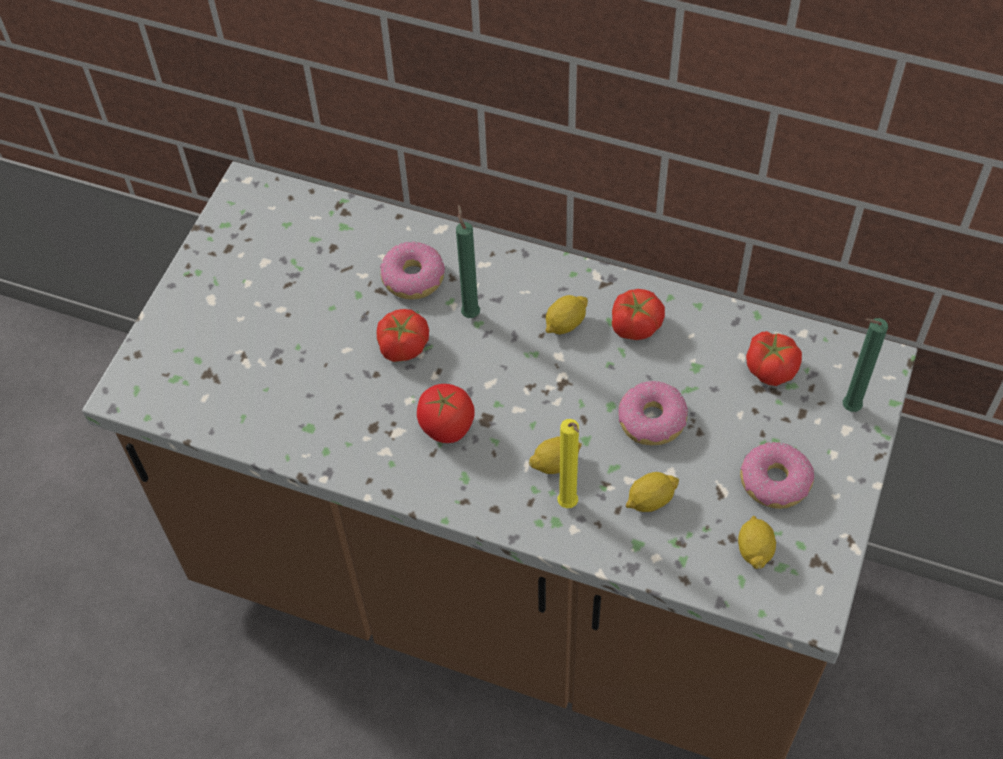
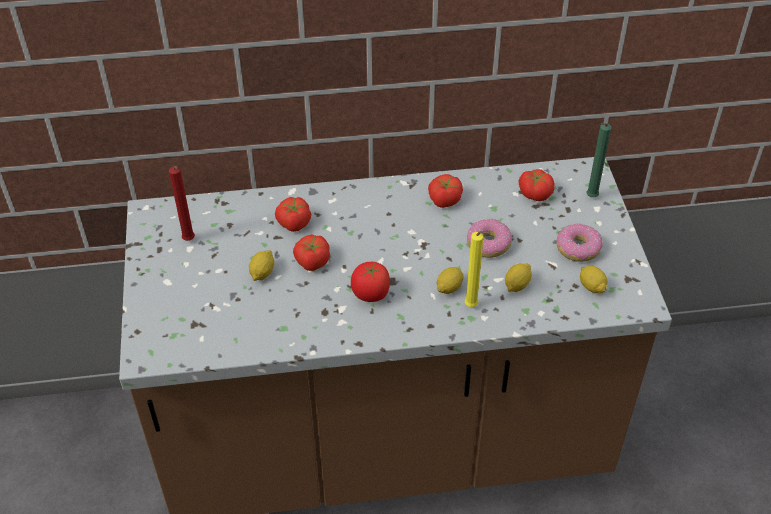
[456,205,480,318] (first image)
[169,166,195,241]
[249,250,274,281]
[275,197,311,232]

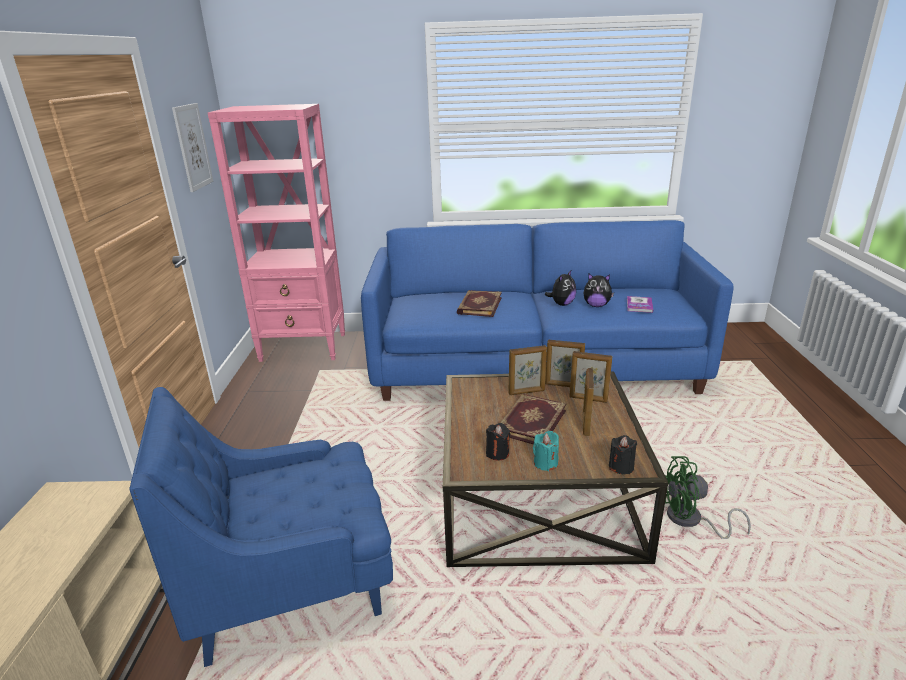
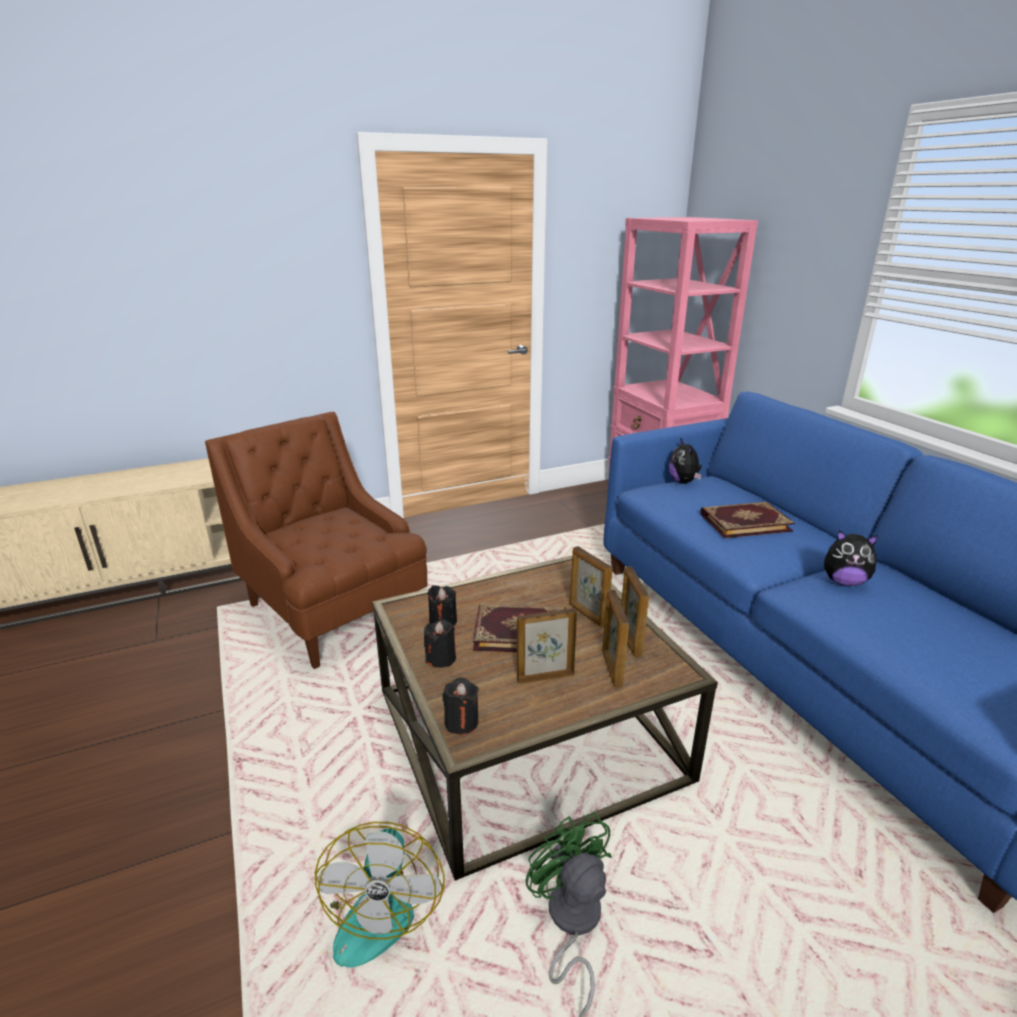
[172,103,213,192] (first image)
[627,296,653,313] (first image)
[315,822,445,968]
[669,437,702,484]
[205,412,427,669]
[424,619,456,668]

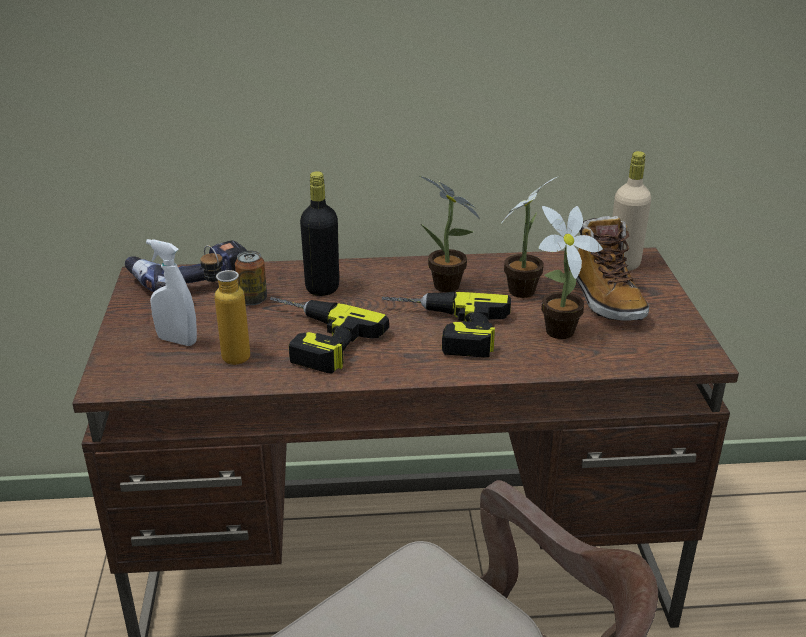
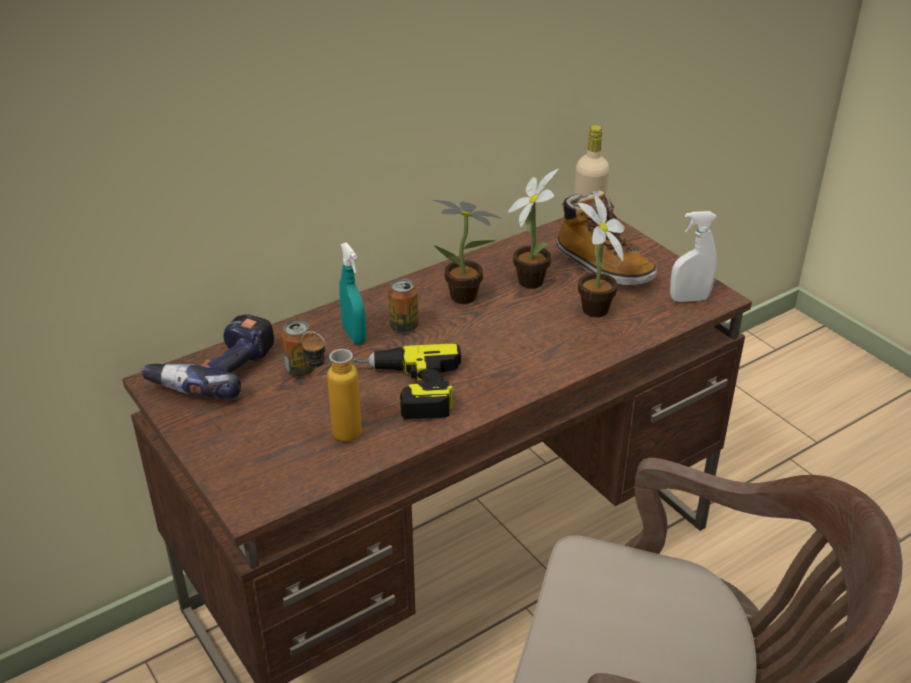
[382,291,511,357] (first image)
[388,278,419,333]
[670,211,717,302]
[339,242,366,344]

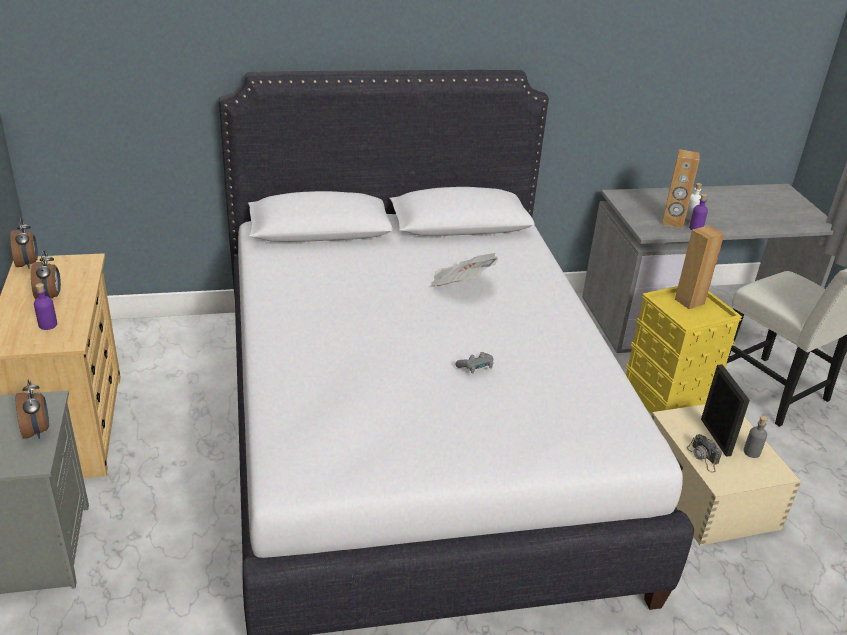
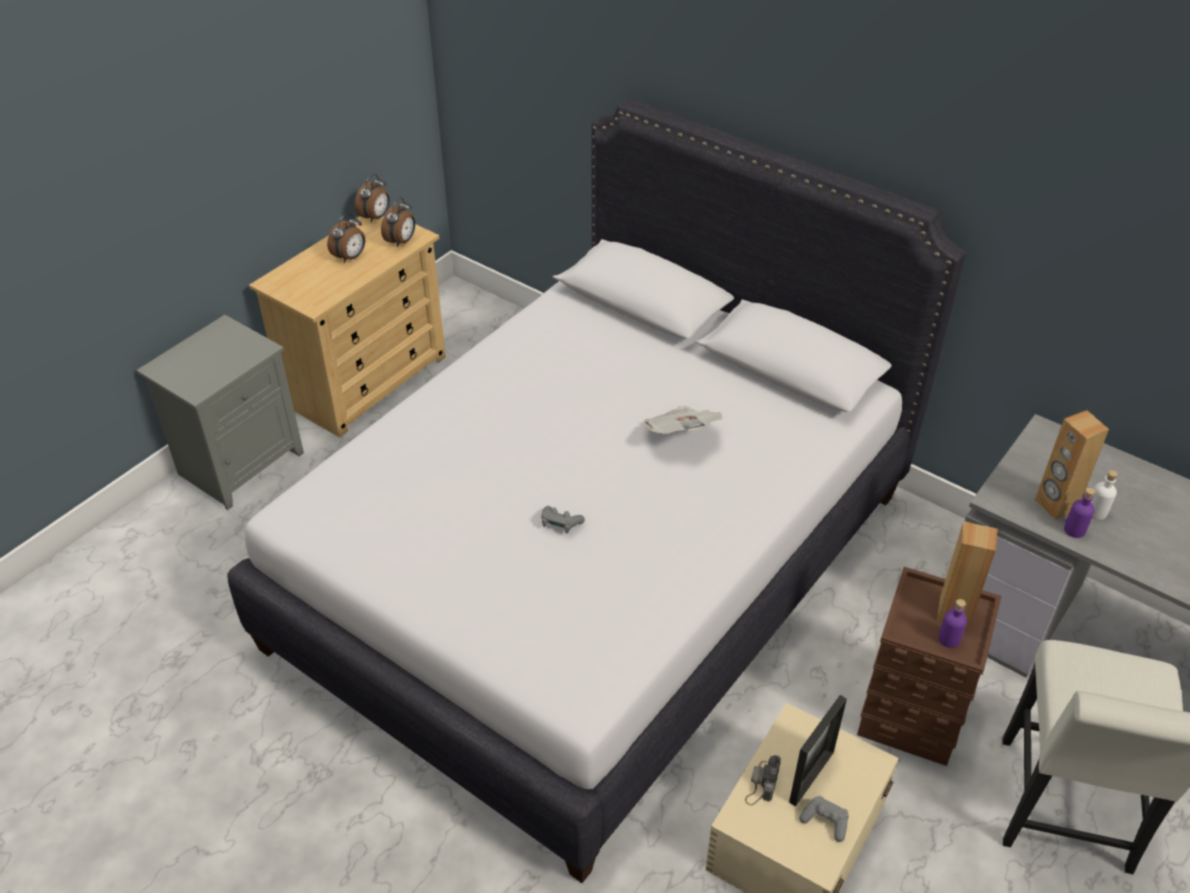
[381,197,415,247]
[938,599,967,648]
[799,796,849,842]
[857,567,1002,766]

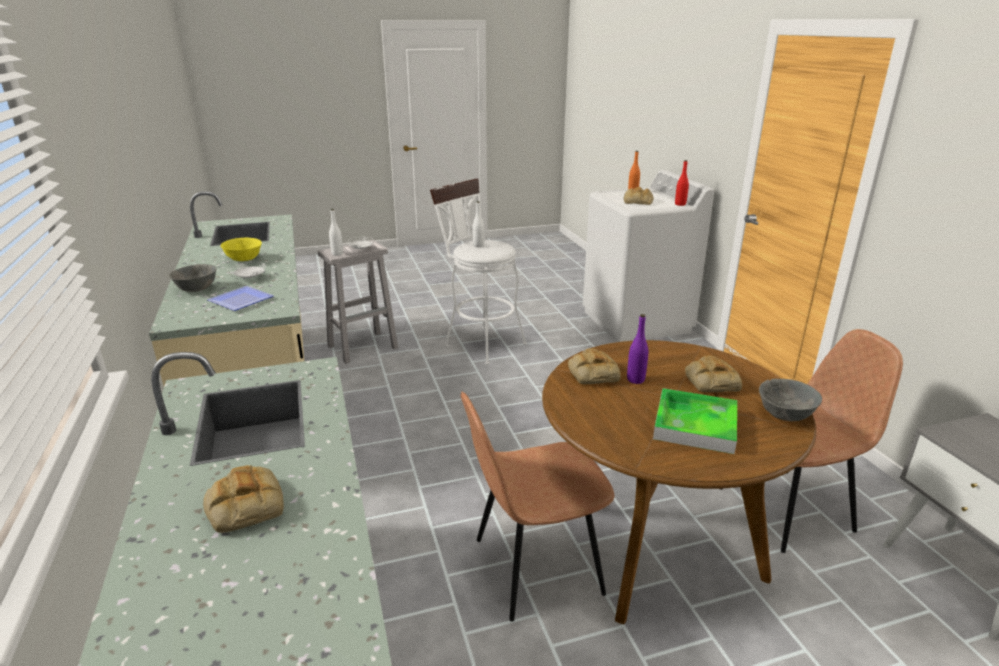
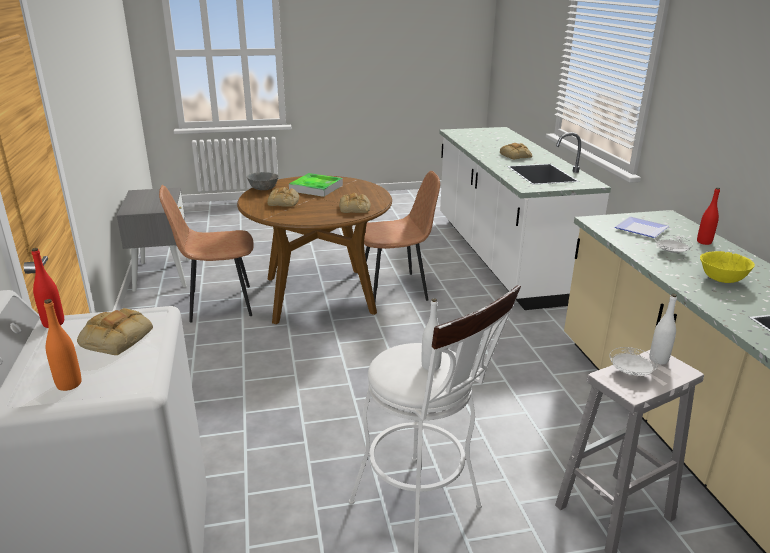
[627,314,648,384] (first image)
[697,187,720,245]

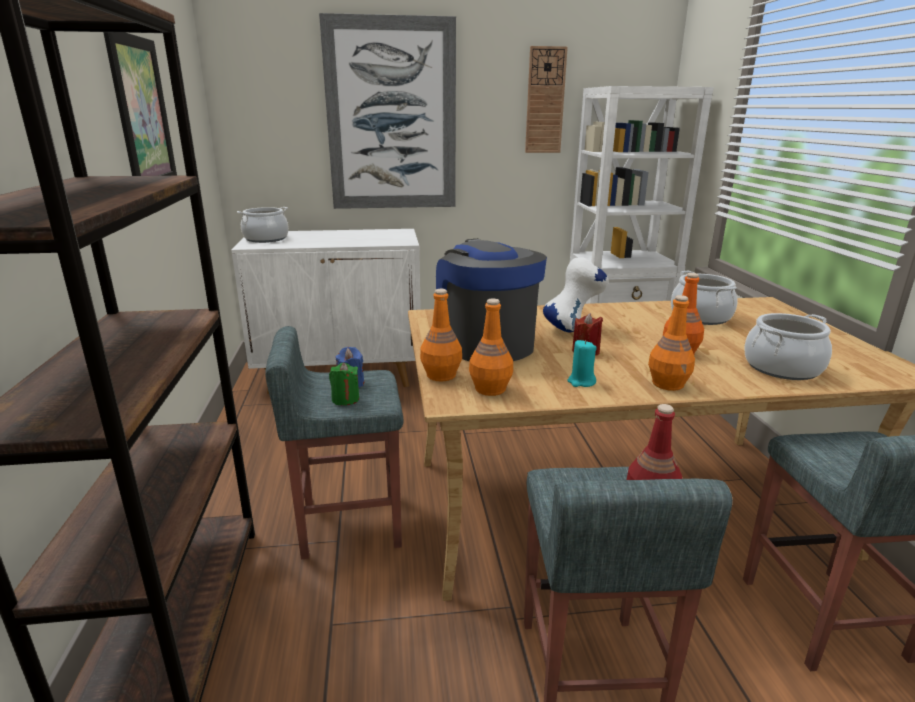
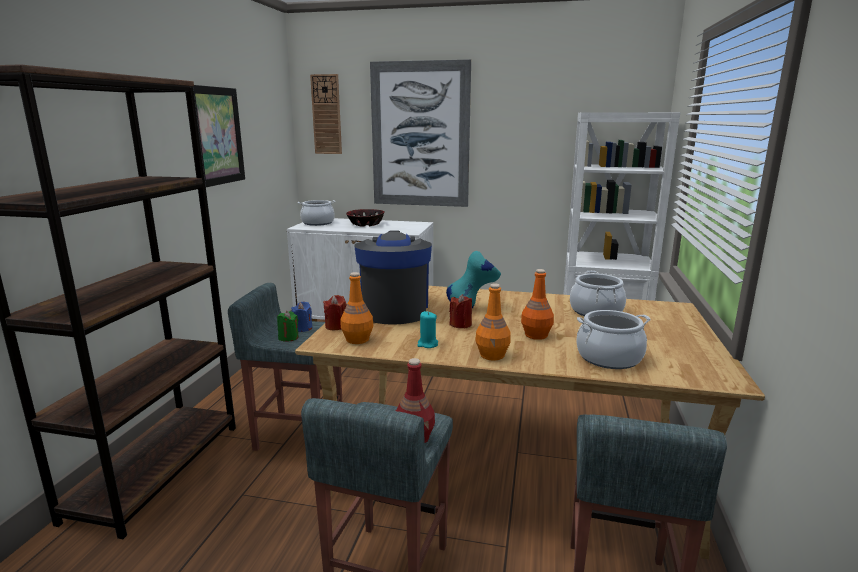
[346,209,385,227]
[310,74,342,154]
[323,295,347,330]
[446,251,501,308]

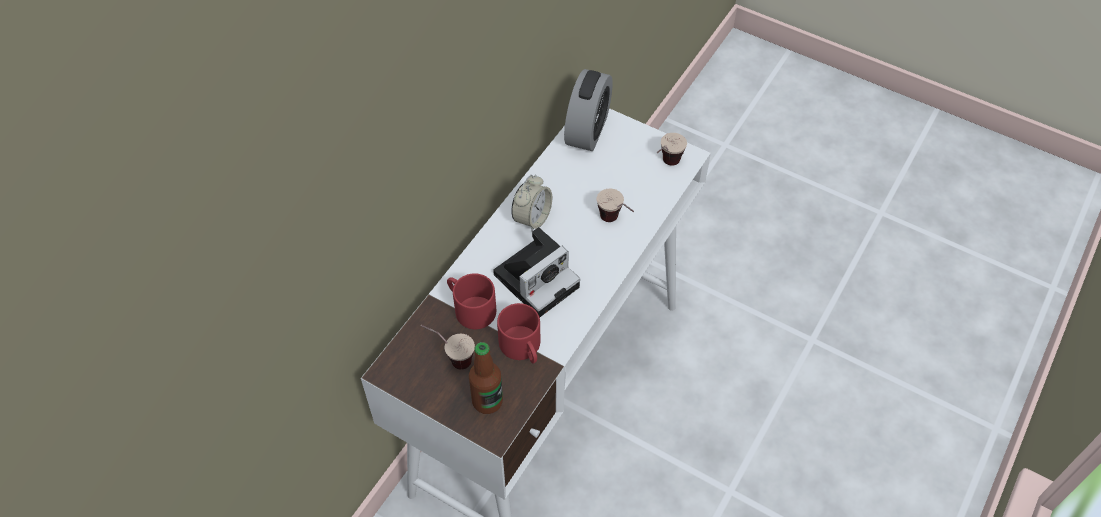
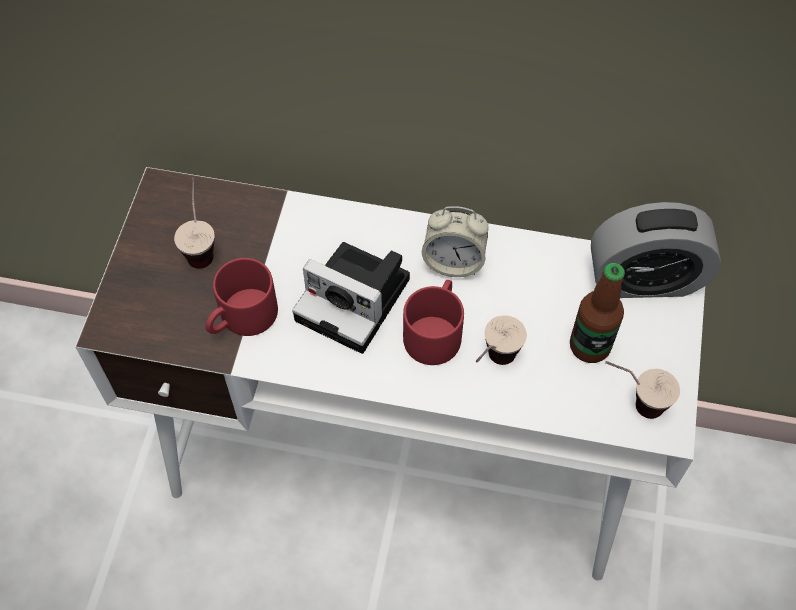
[403,280,464,365]
[570,263,625,363]

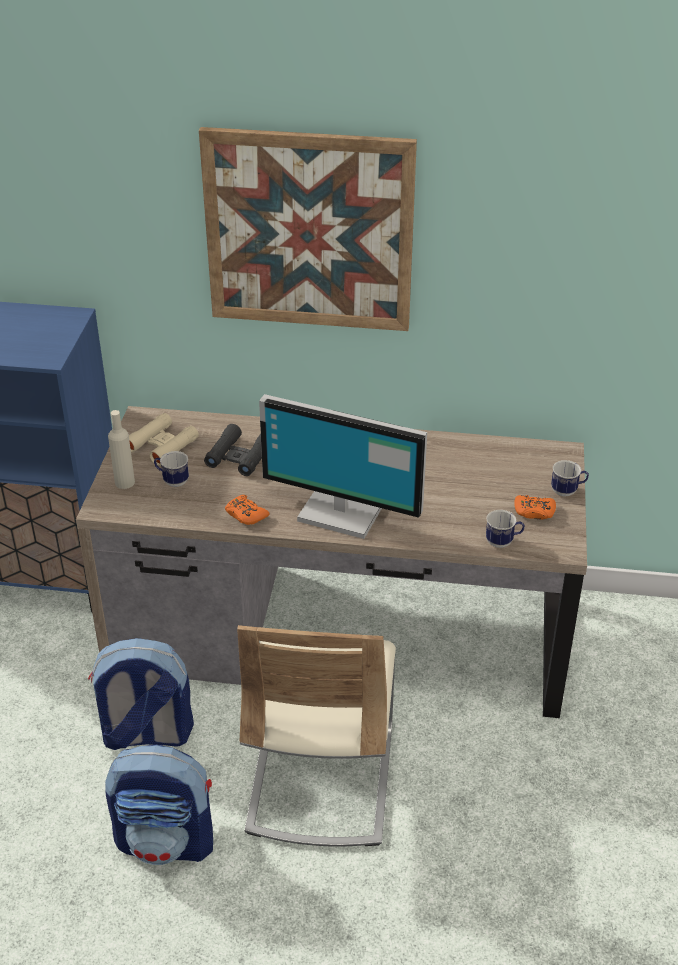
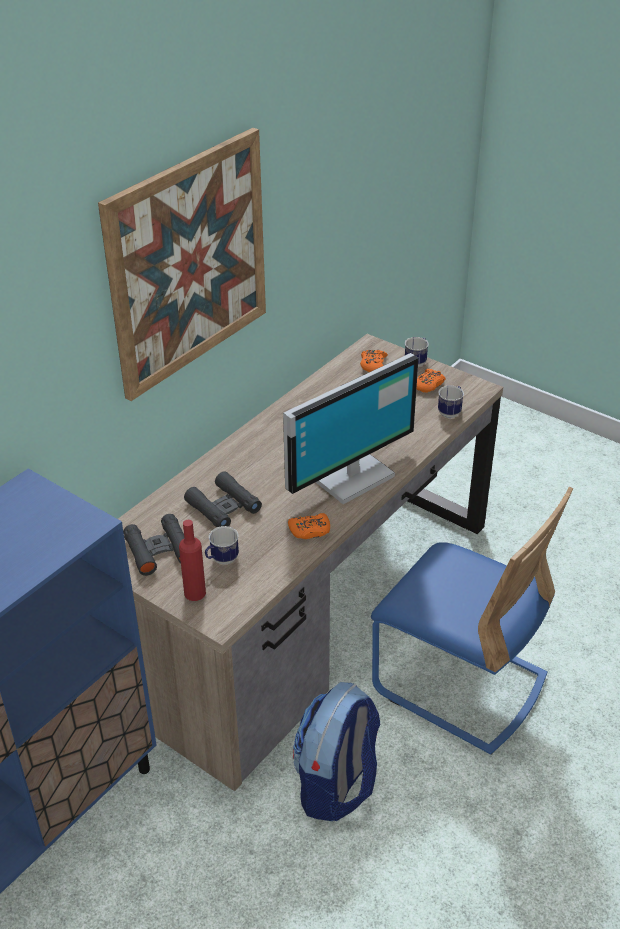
[105,745,213,865] (first image)
[360,350,388,372]
[179,520,206,601]
[123,514,184,576]
[371,487,573,754]

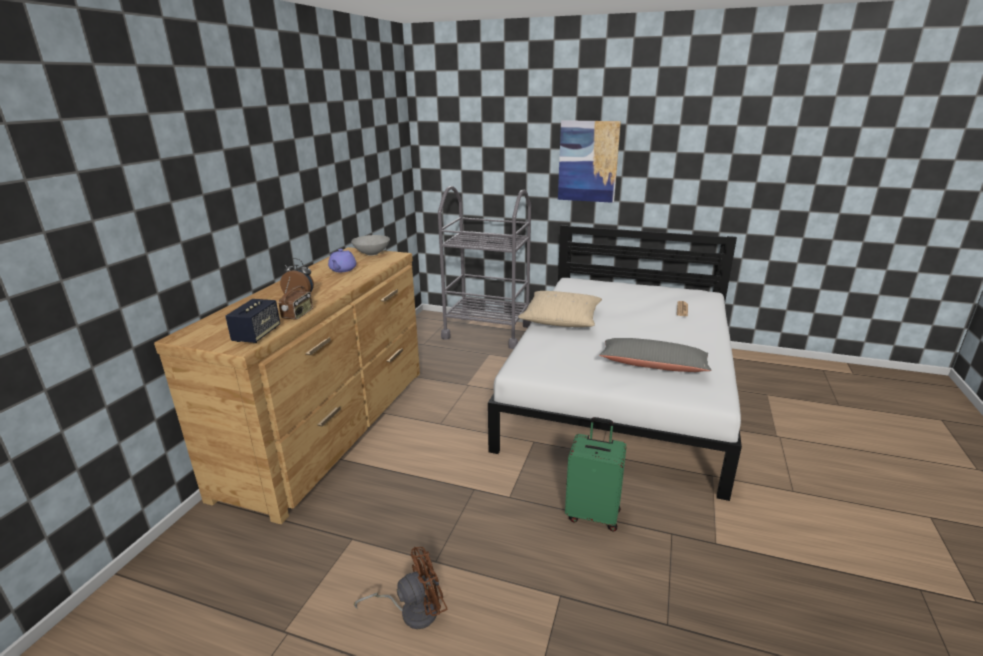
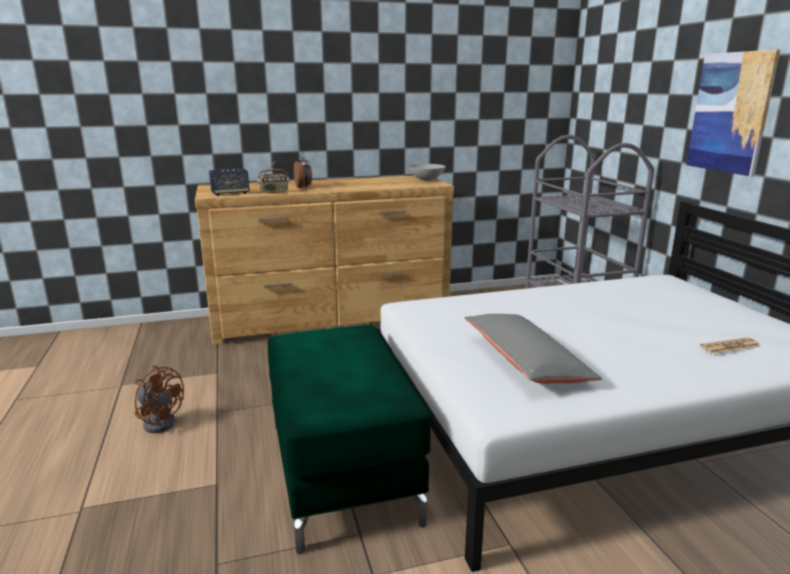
[328,249,356,272] (first image)
[518,291,602,327] (first image)
[268,325,431,554]

